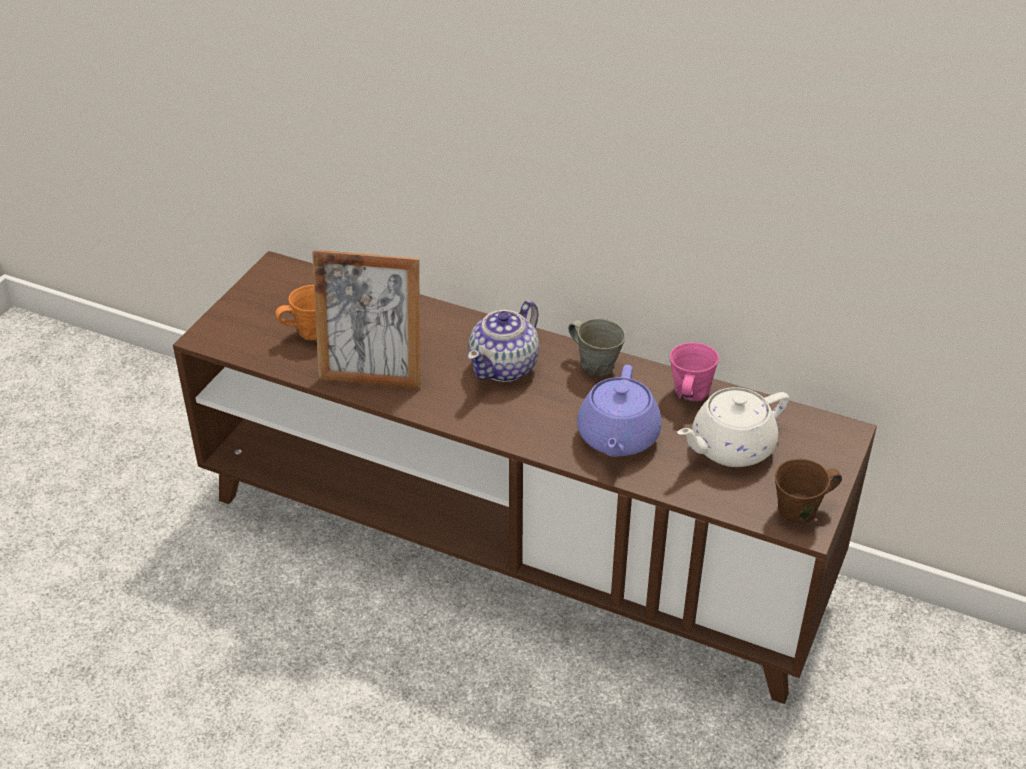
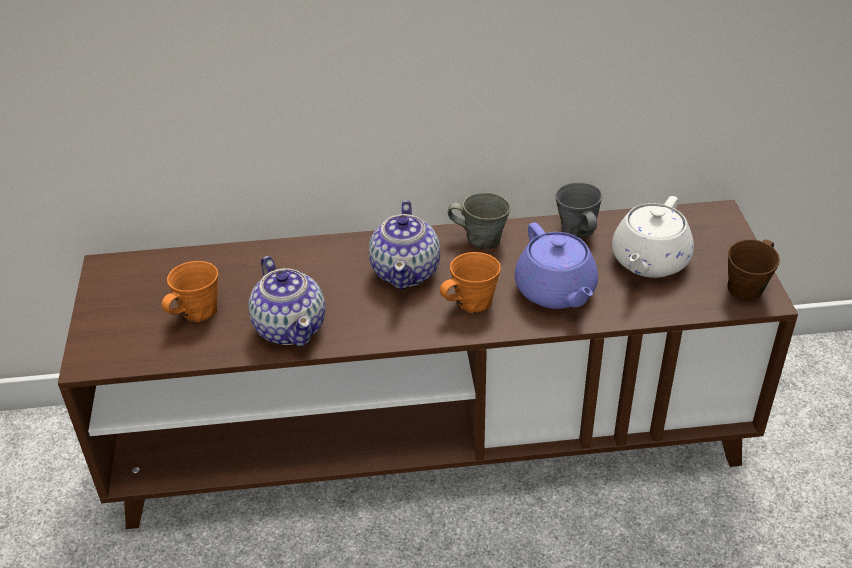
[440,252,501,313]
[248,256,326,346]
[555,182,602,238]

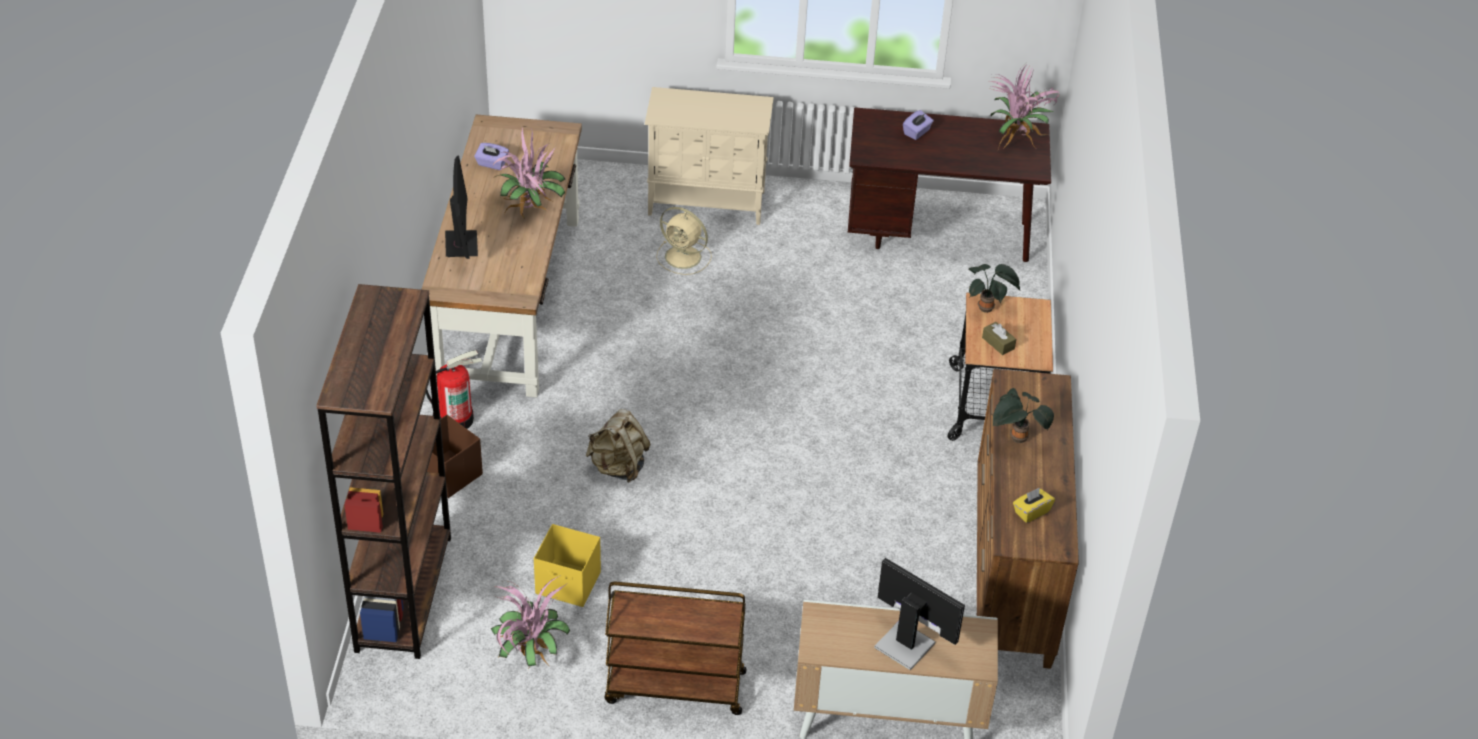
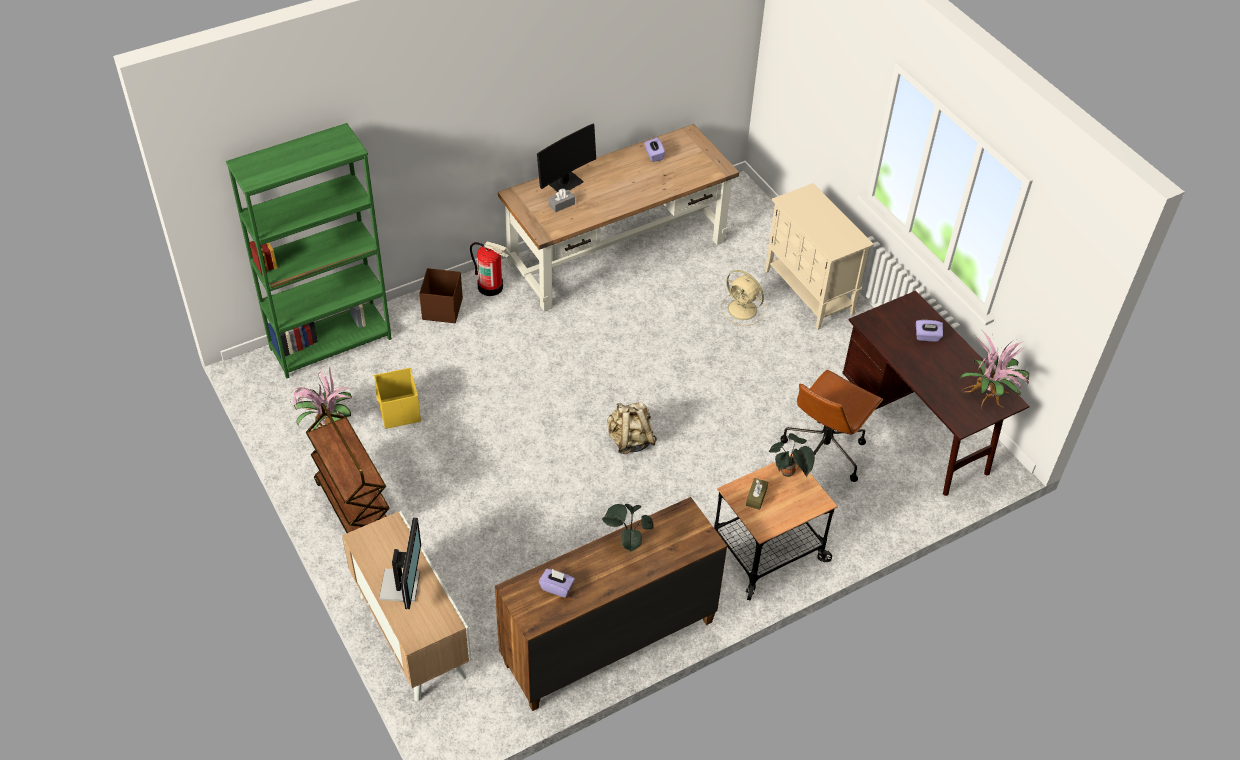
[492,128,565,219] (first image)
[549,189,575,213]
[781,370,883,482]
[607,401,657,454]
[226,123,392,379]
[539,569,575,598]
[720,270,766,326]

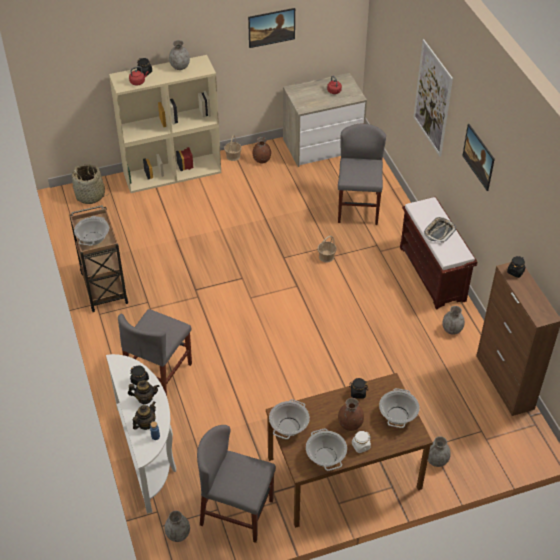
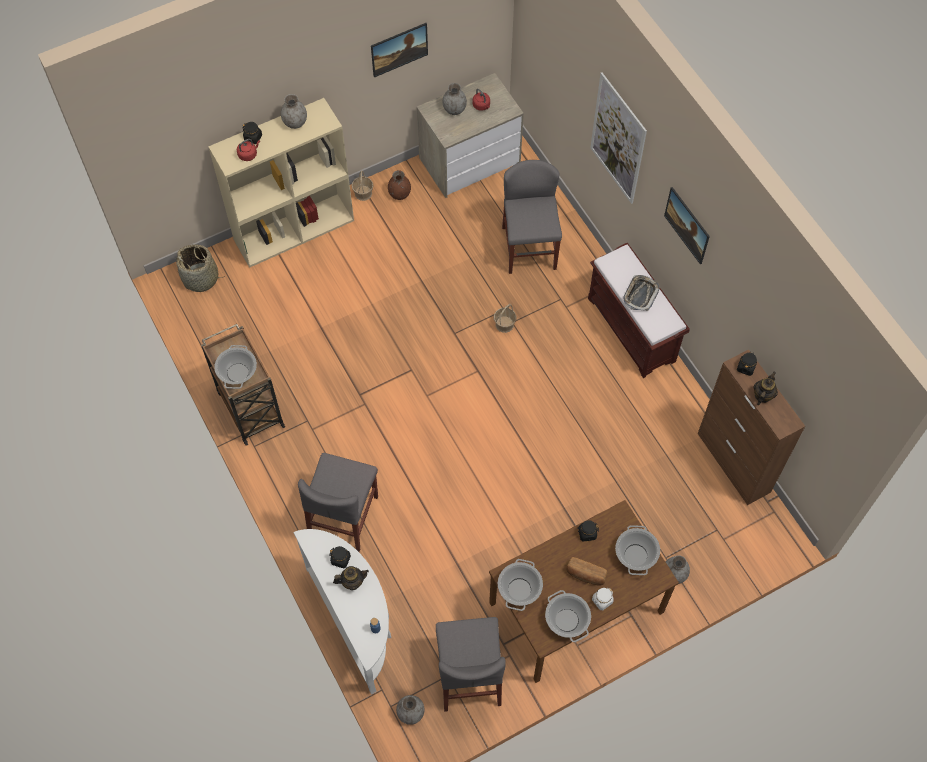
[754,372,778,405]
[443,83,467,115]
[566,557,607,585]
[436,617,506,712]

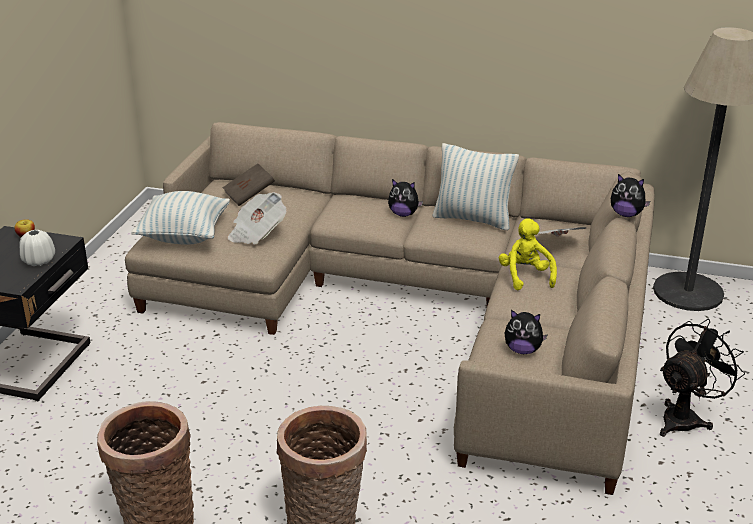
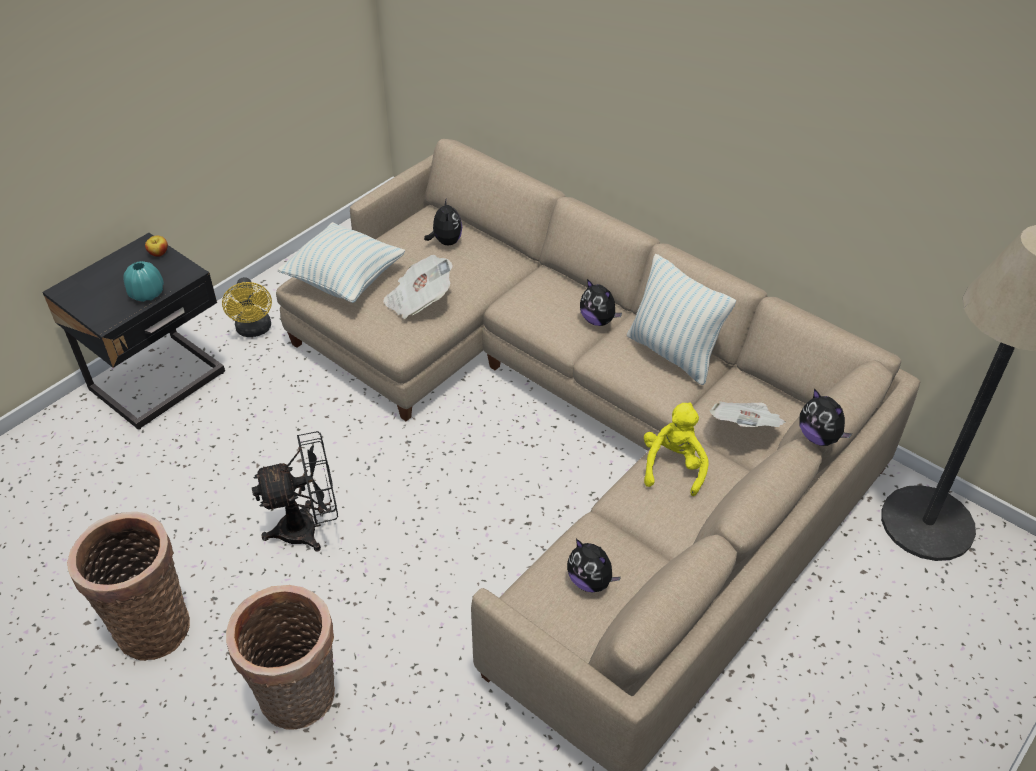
[222,277,272,337]
[252,431,338,552]
[424,197,462,245]
[123,261,164,302]

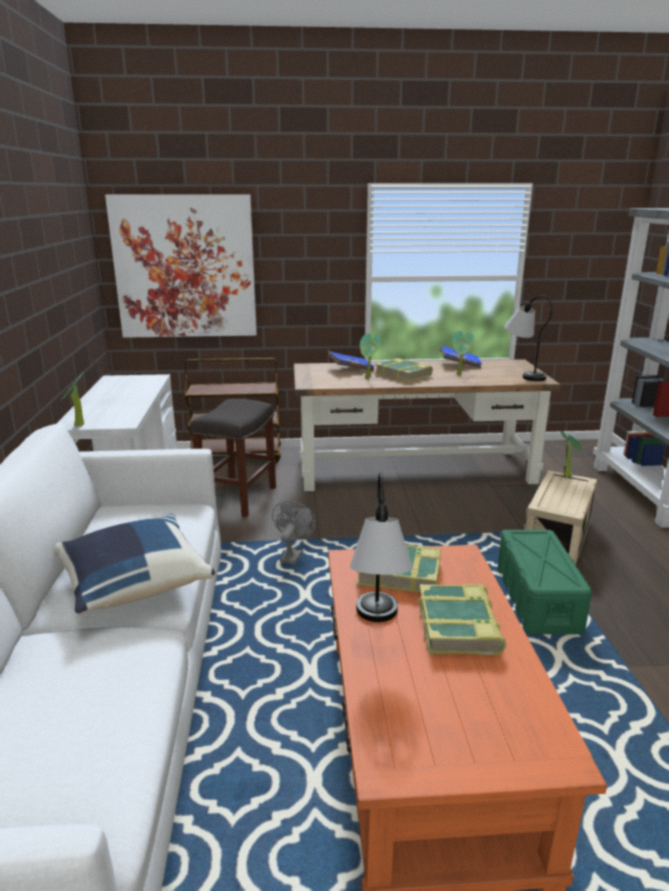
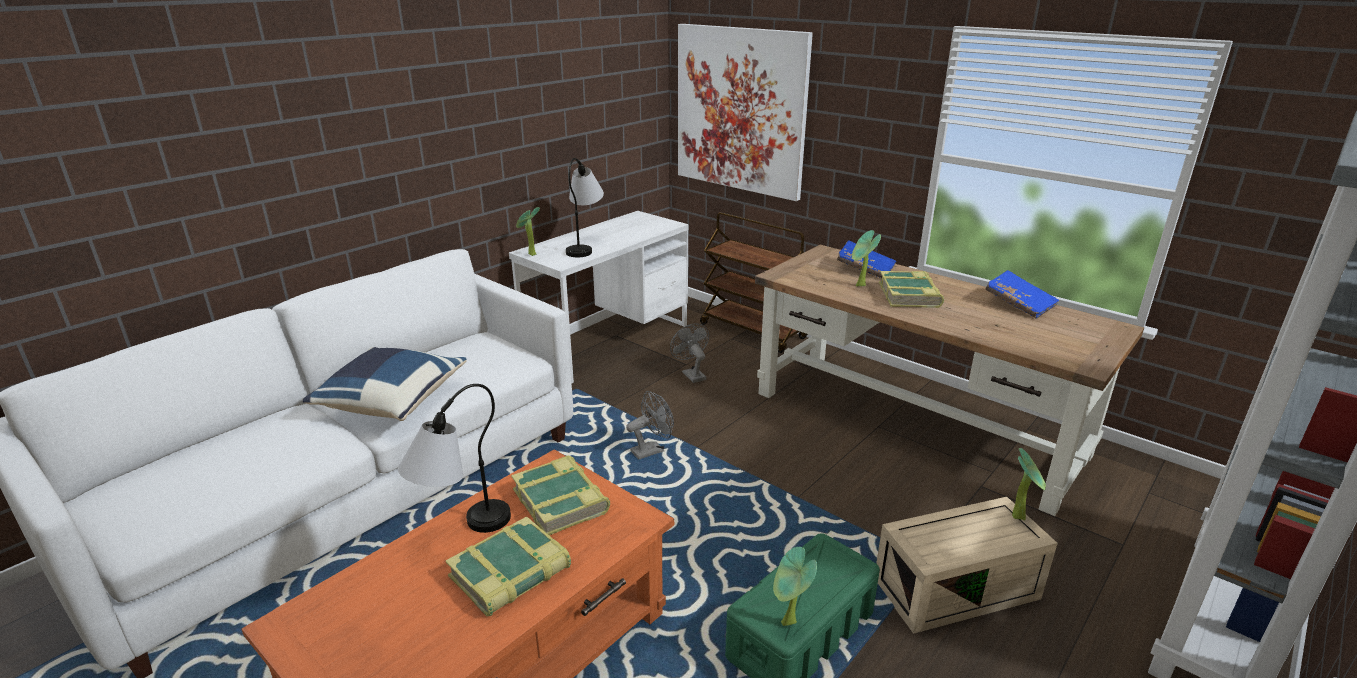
[773,547,817,626]
[566,158,604,257]
[670,323,709,383]

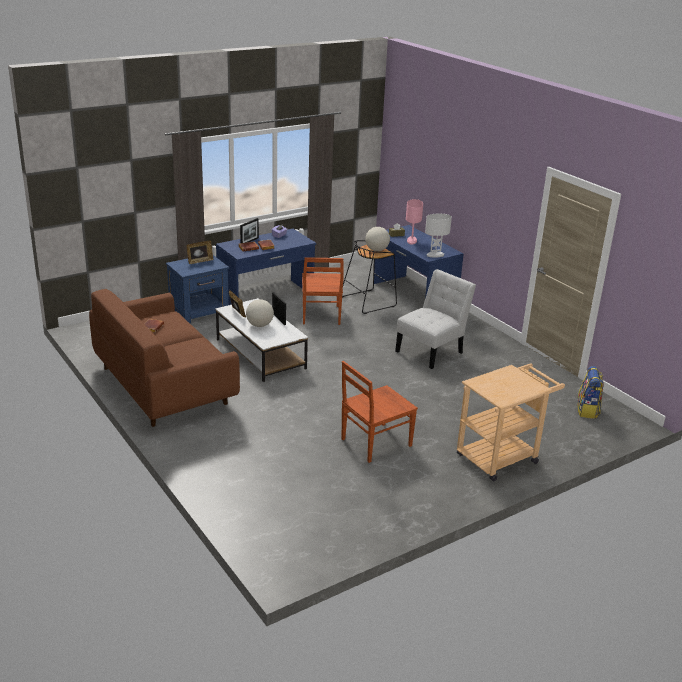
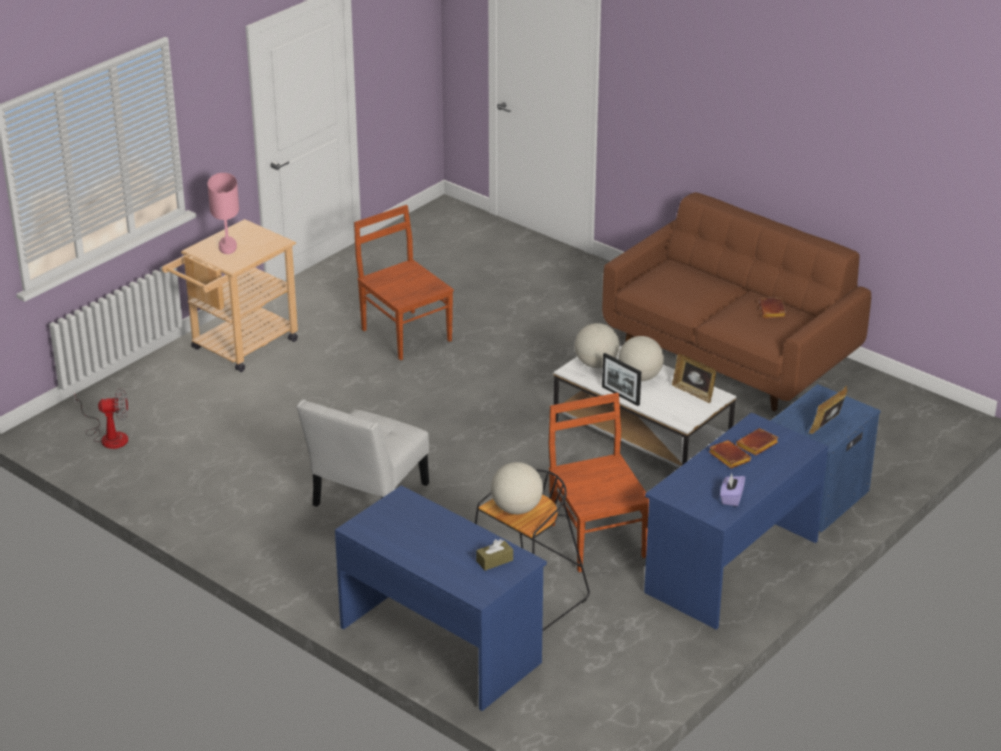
[240,218,259,243] (first image)
[425,214,452,258] (first image)
[575,323,620,368]
[208,173,239,254]
[74,388,128,449]
[354,205,454,360]

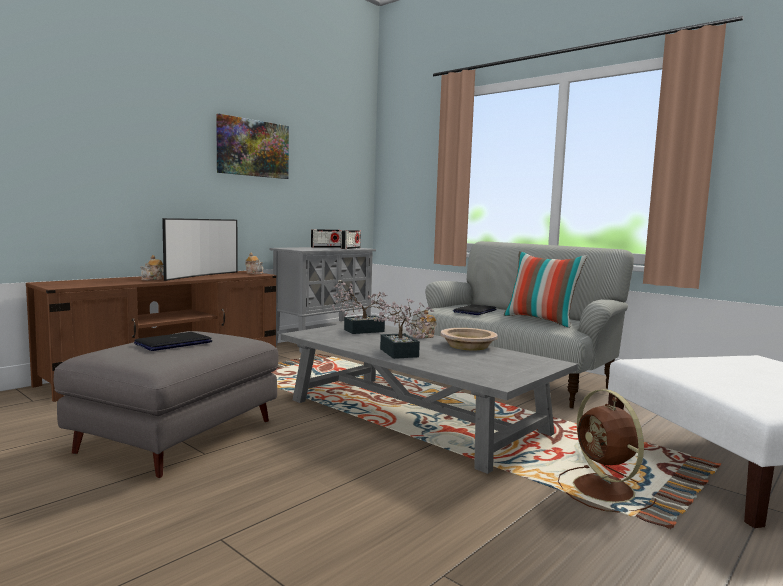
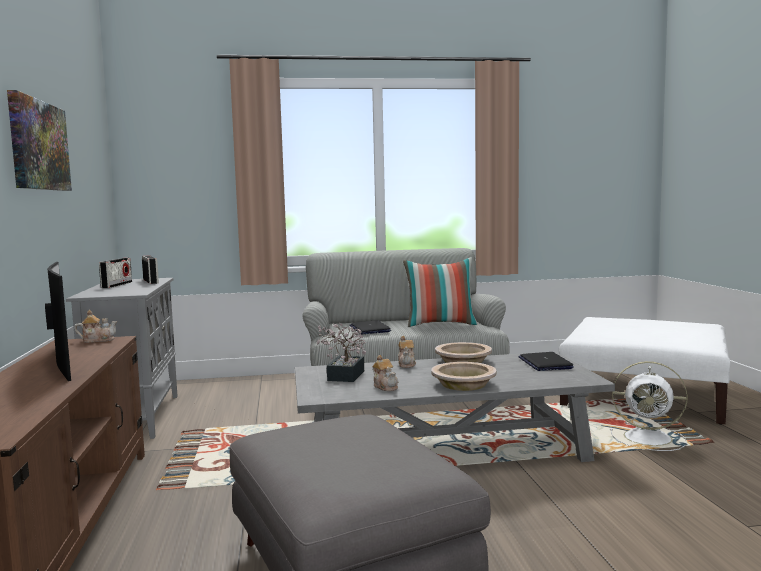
[518,352,574,371]
[372,355,398,391]
[431,362,496,391]
[610,361,687,451]

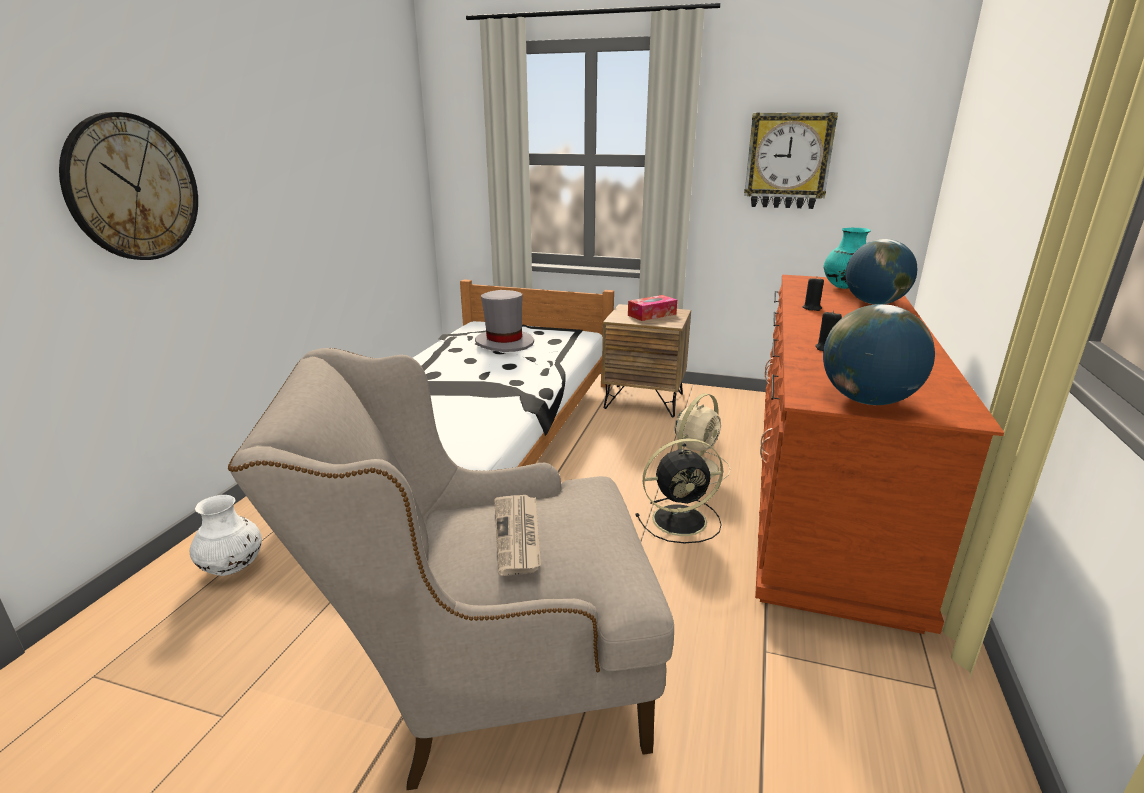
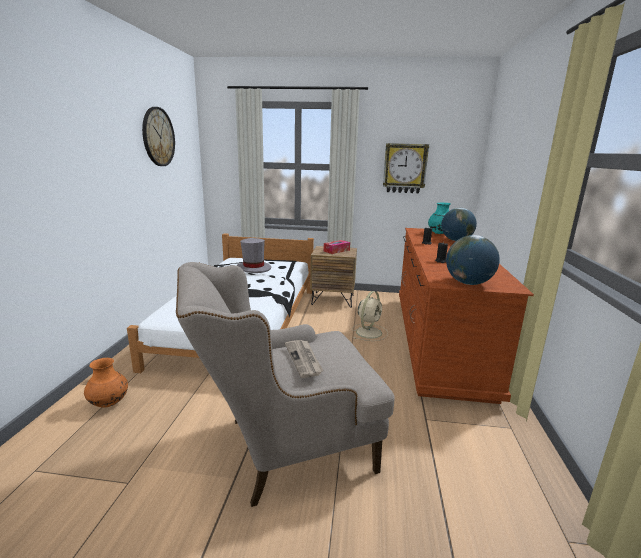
[635,438,723,543] (first image)
[142,107,175,166]
[84,358,128,408]

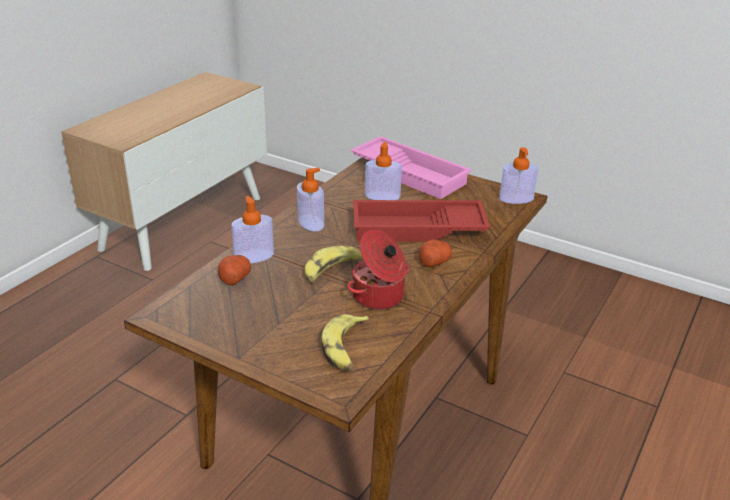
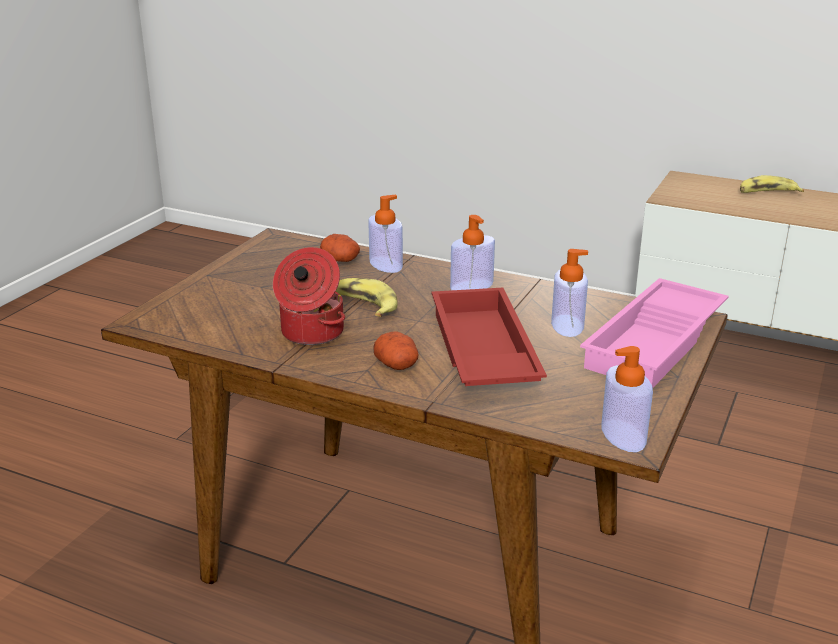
[740,175,804,193]

